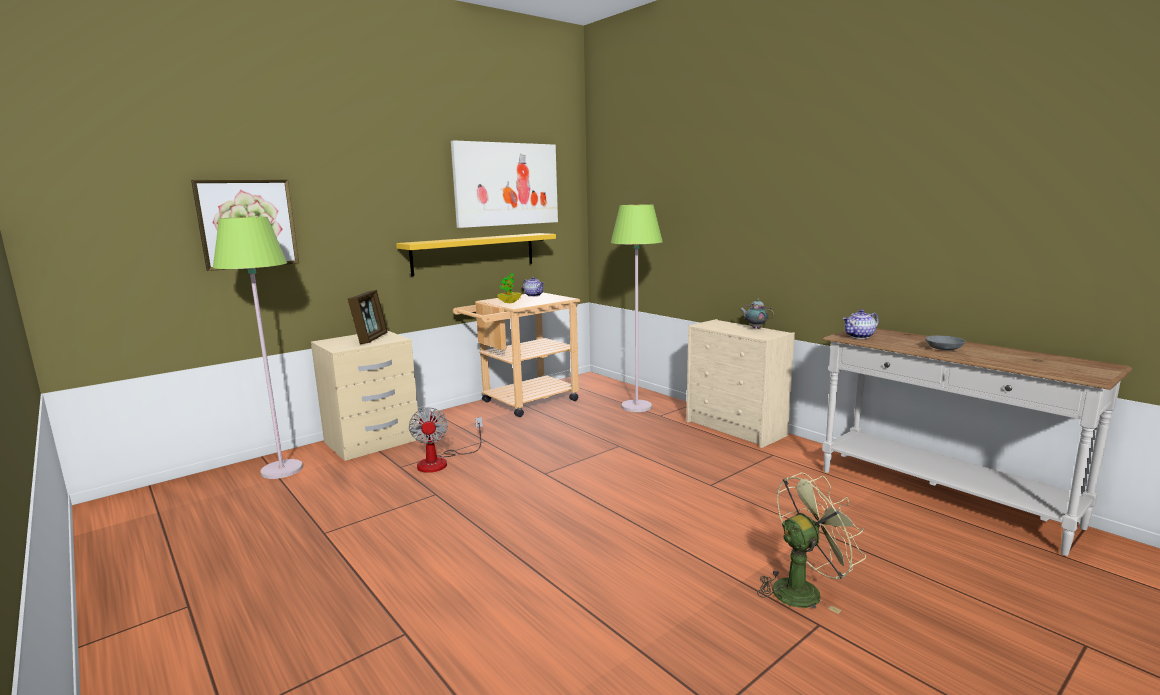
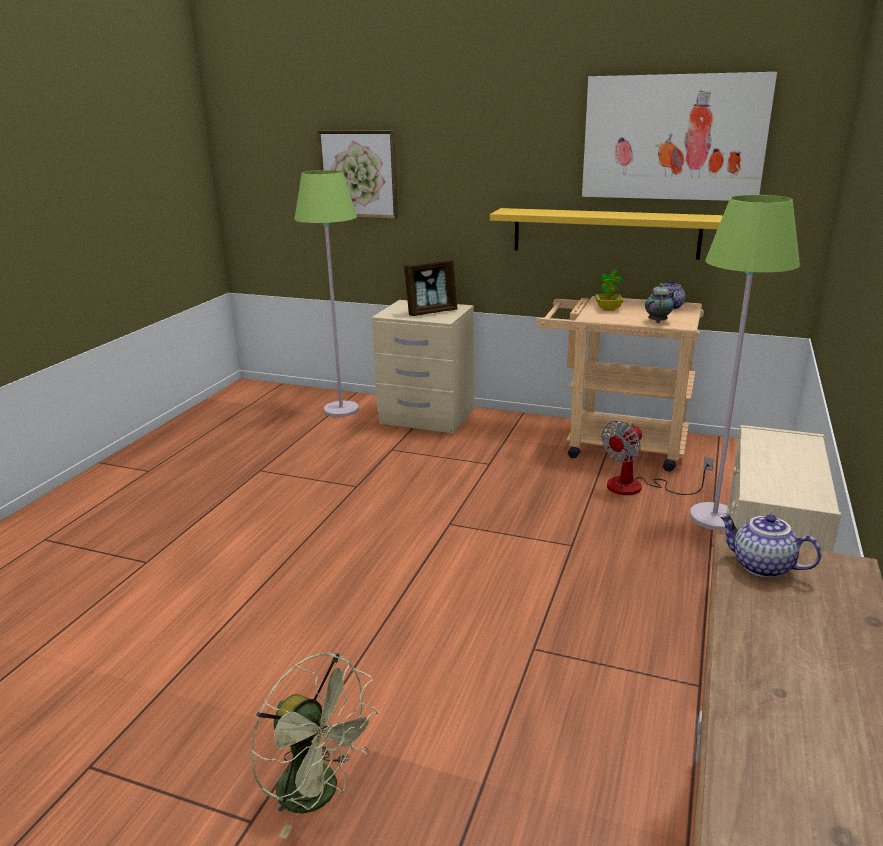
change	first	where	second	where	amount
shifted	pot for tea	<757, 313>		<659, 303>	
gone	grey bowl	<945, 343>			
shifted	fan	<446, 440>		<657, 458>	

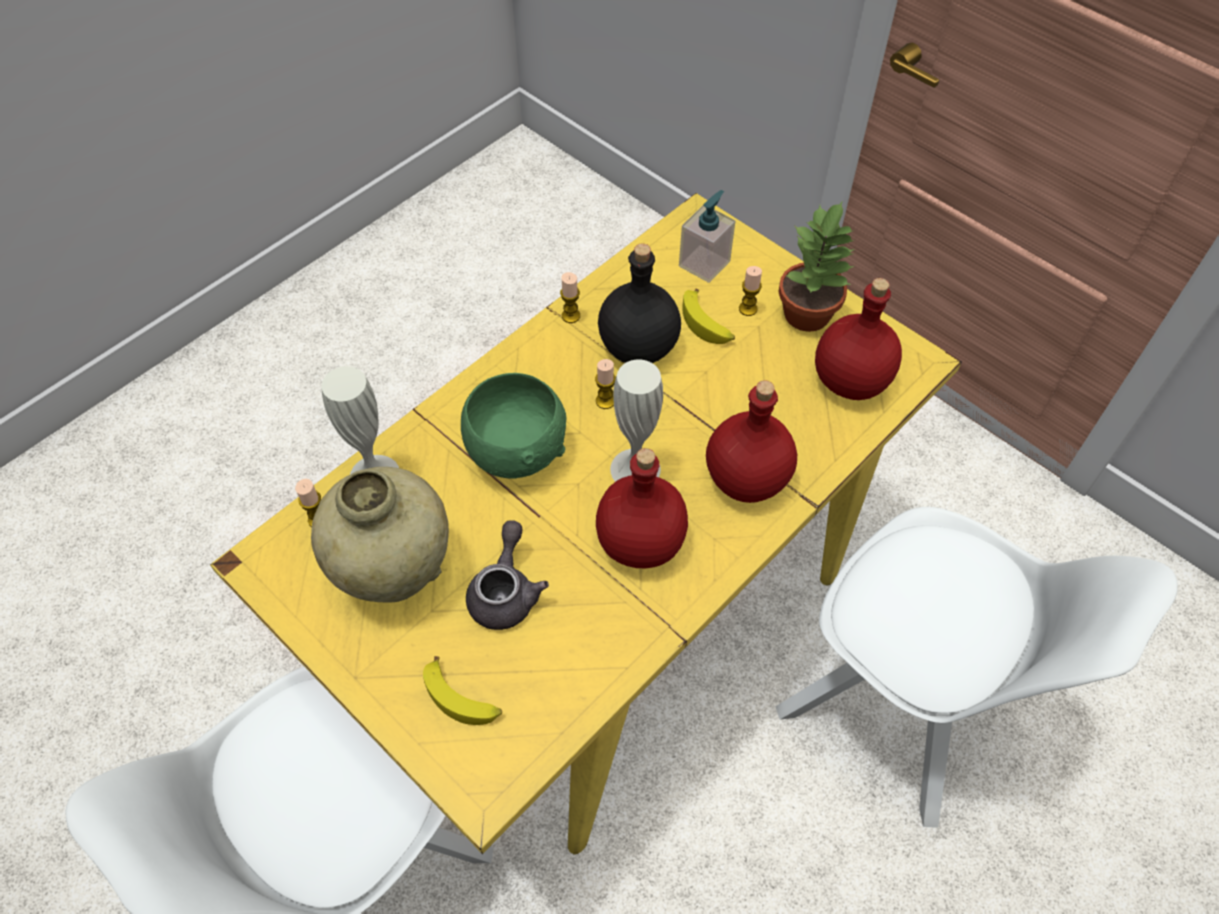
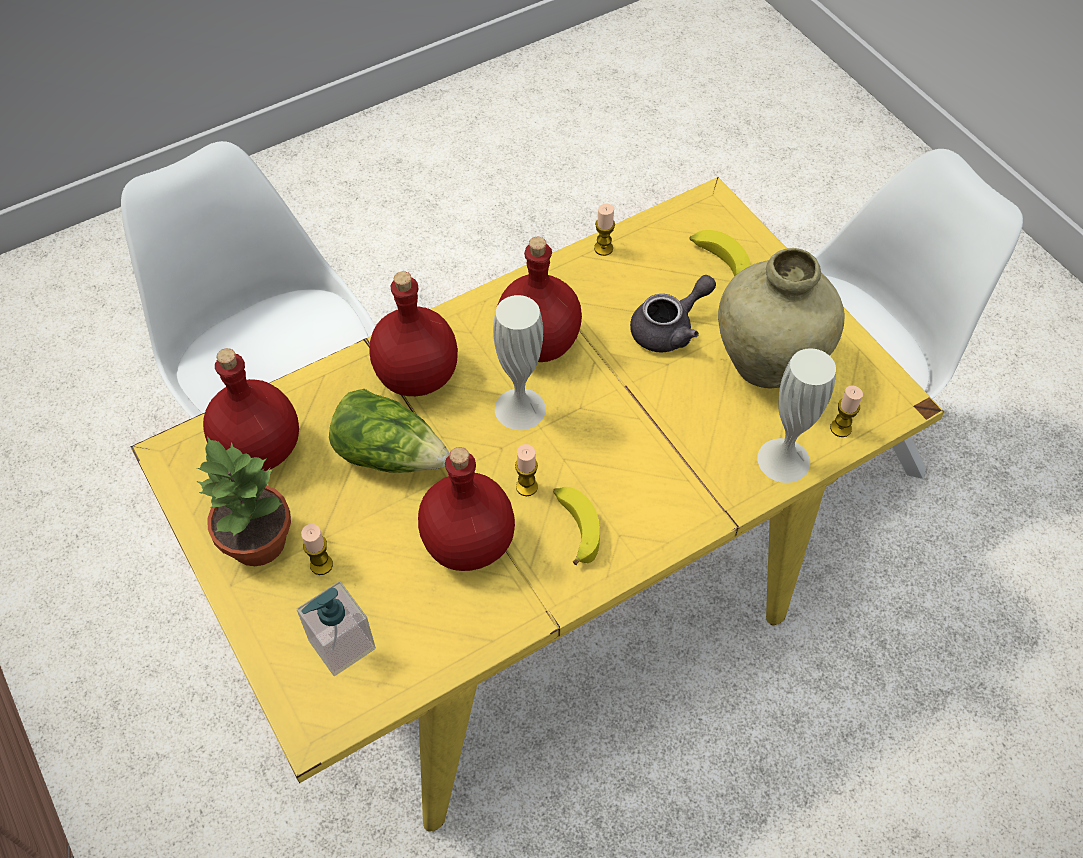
change	first	where	second	where	amount
repainted	black-coloured drink bottle	<639, 303>	reddish drink bottle	<466, 509>	
shifted	candle	<570, 297>		<604, 230>	
shifted	whole banana	<708, 316>		<576, 526>	
gone	greenish bowl	<513, 426>			
rotated	grey pot for tea	<507, 575>		<673, 313>	150 degrees counterclockwise
new			head of lettuce	<389, 431>	

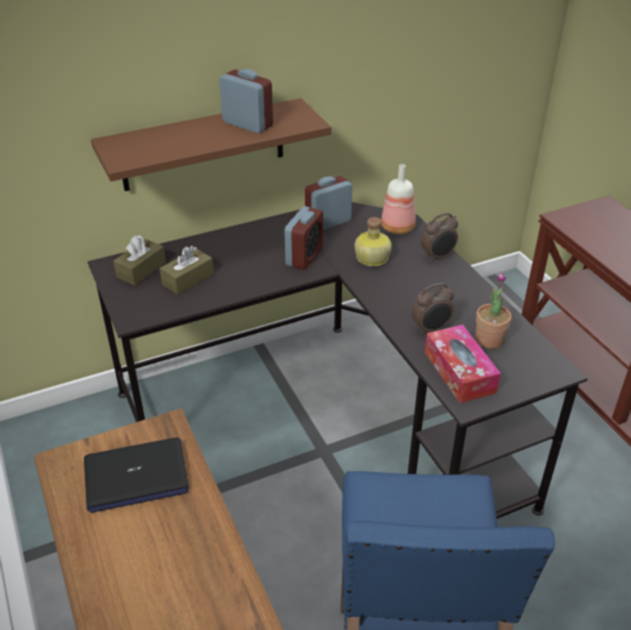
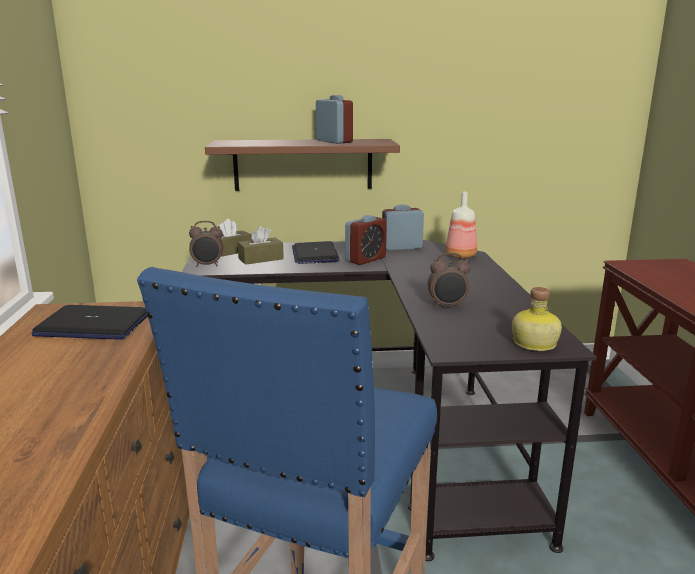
change	first	where	second	where	amount
shifted	alarm clock	<439, 237>		<206, 244>	
shifted	drink bottle	<373, 241>		<537, 319>	
gone	potted plant	<493, 310>			
gone	tissue box	<463, 363>			
new			notebook computer	<316, 252>	

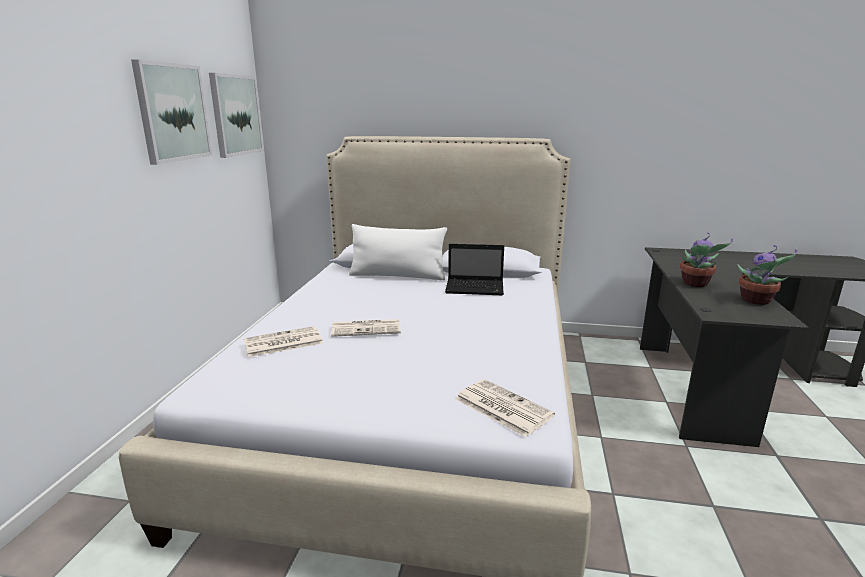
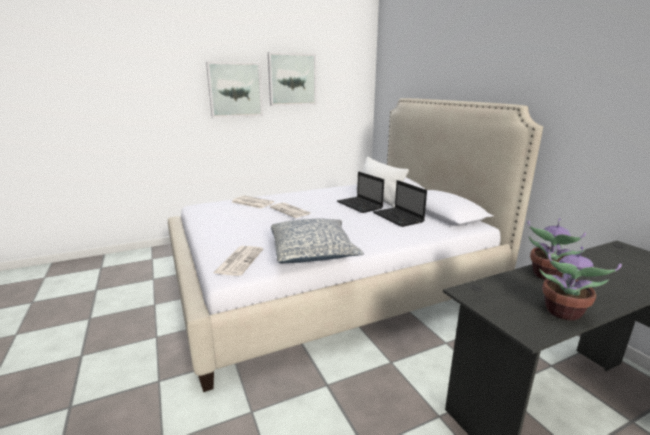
change	first	where	second	where	amount
shifted	wall art	<236, 115>		<234, 90>	
new			notebook computer	<360, 192>	
new			throw pillow	<317, 240>	

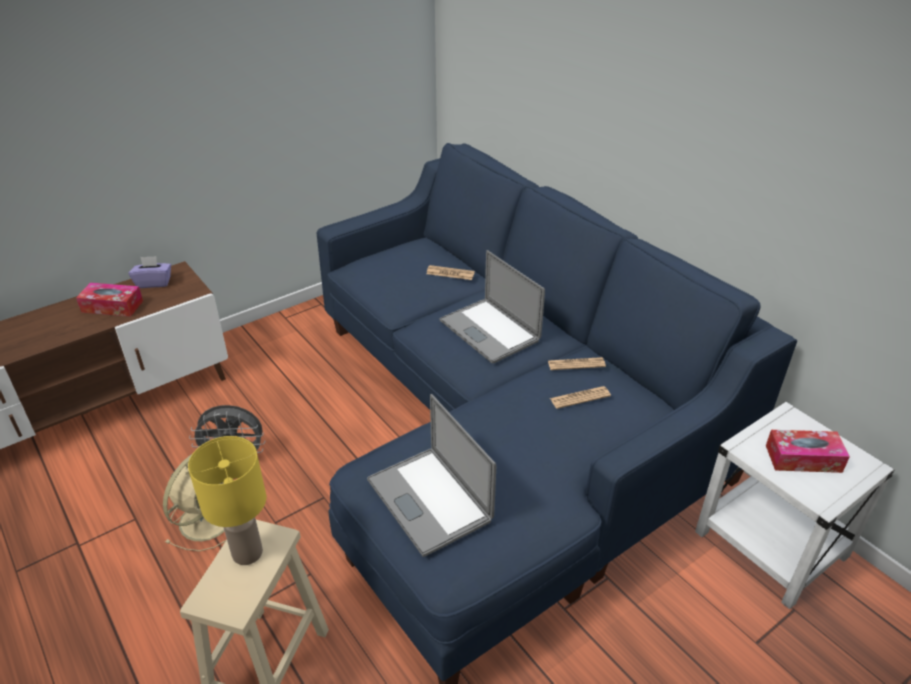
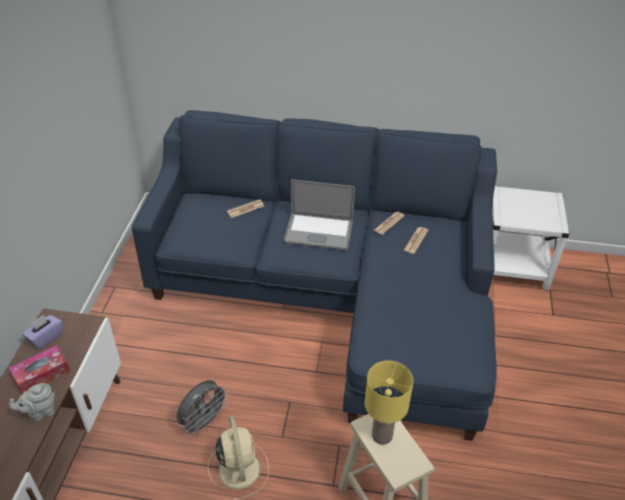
change	first	where	second	where	amount
gone	notebook computer	<431, 475>			
gone	tissue box	<808, 451>			
new			grey pot for tea	<32, 402>	

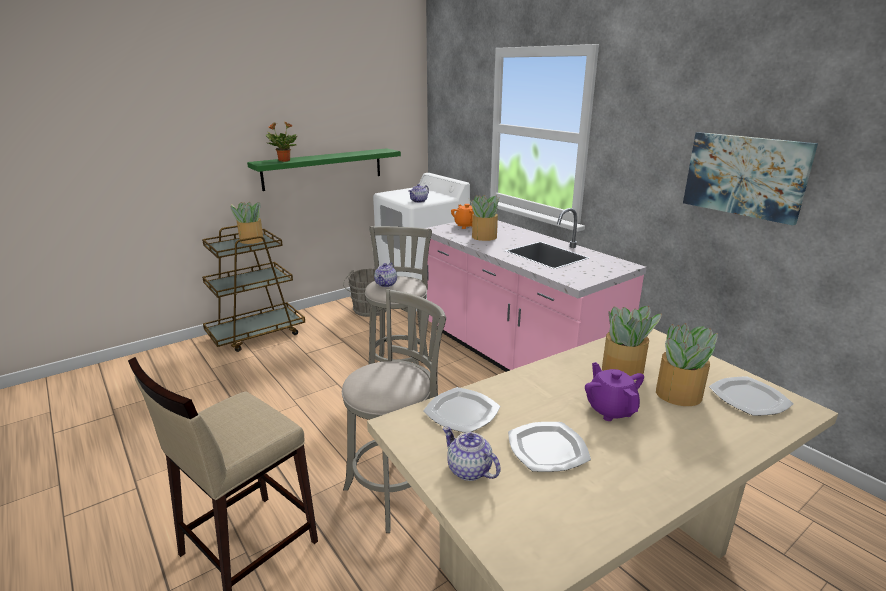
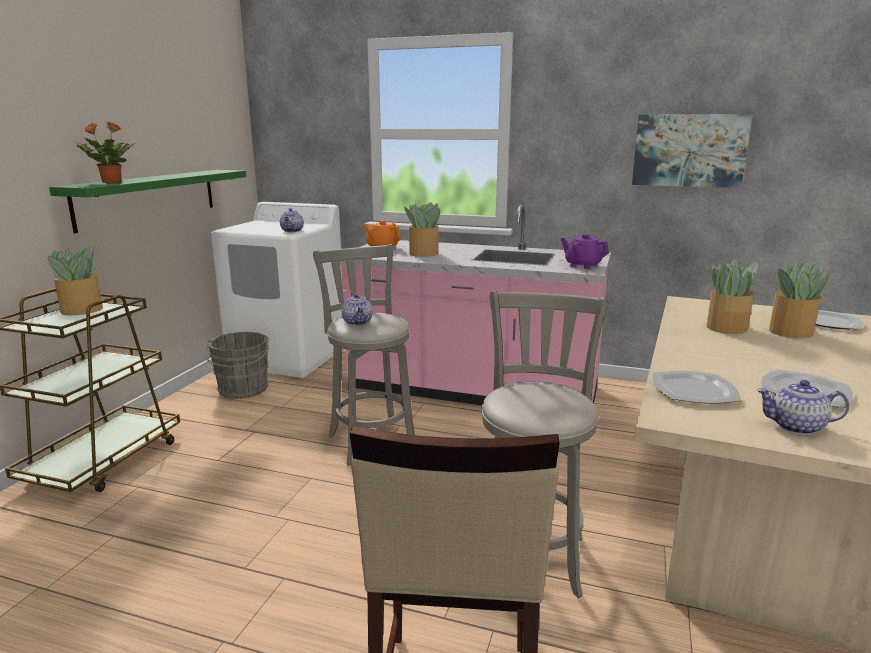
change	first	where	second	where	amount
shifted	purple-coloured pot for tea	<614, 391>		<584, 251>	

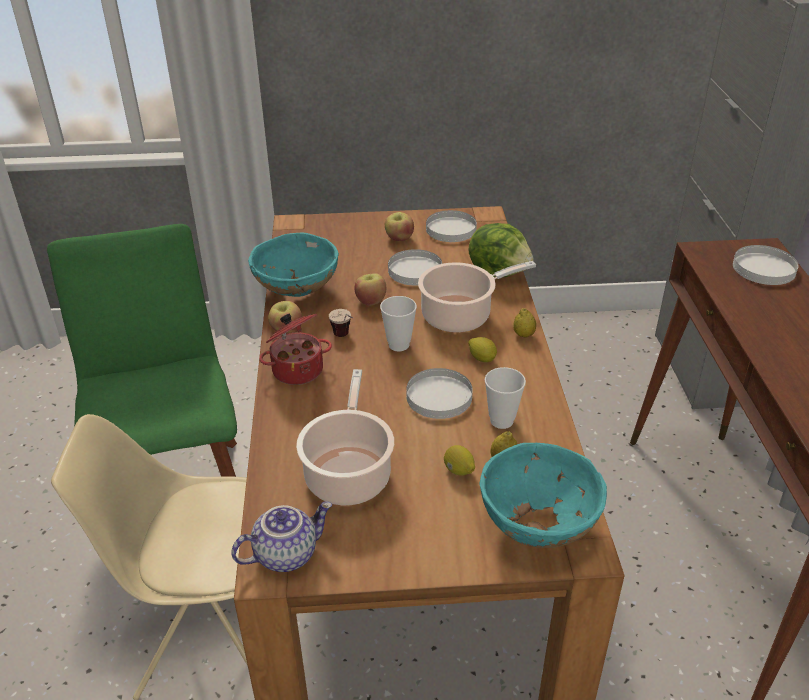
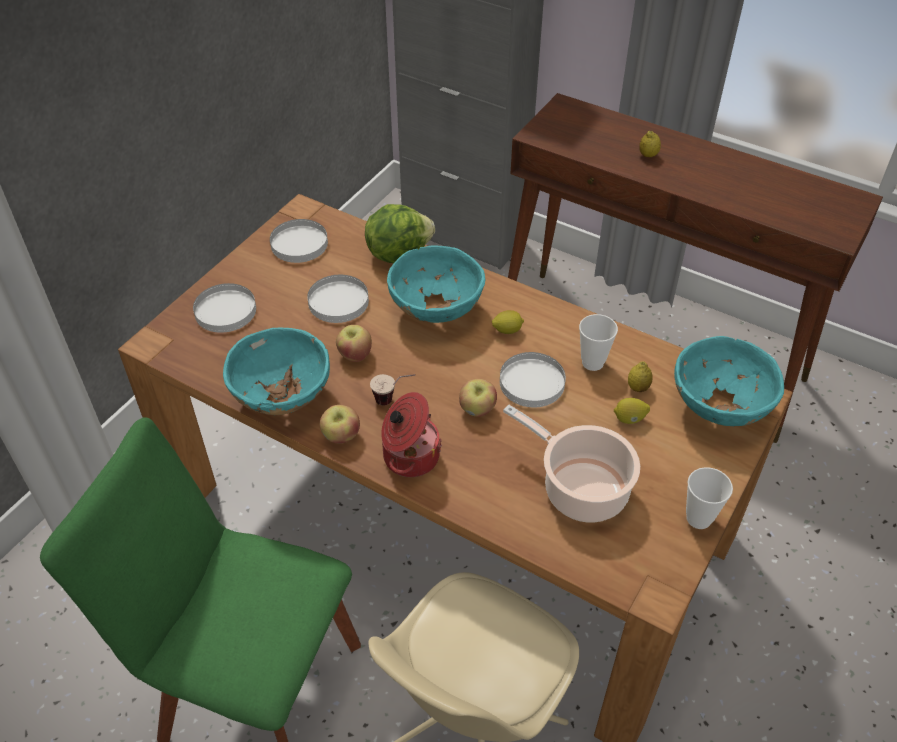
change	first	where	second	where	amount
shifted	whole apple	<399, 226>		<478, 398>	
shifted	white-coloured flat dish	<766, 265>		<224, 308>	
swapped	stockpot	<477, 297>	blue-green bowl	<436, 284>	
shifted	small cup	<398, 323>		<709, 498>	
shifted	whole lemon	<525, 323>		<650, 144>	
gone	pot for tea	<281, 536>			

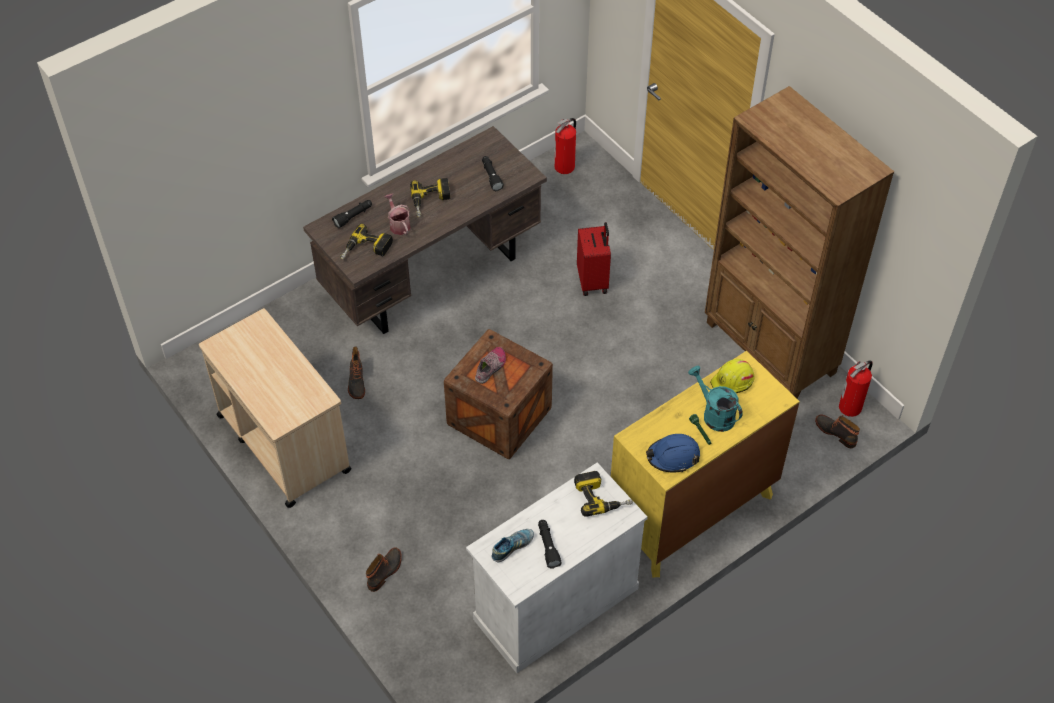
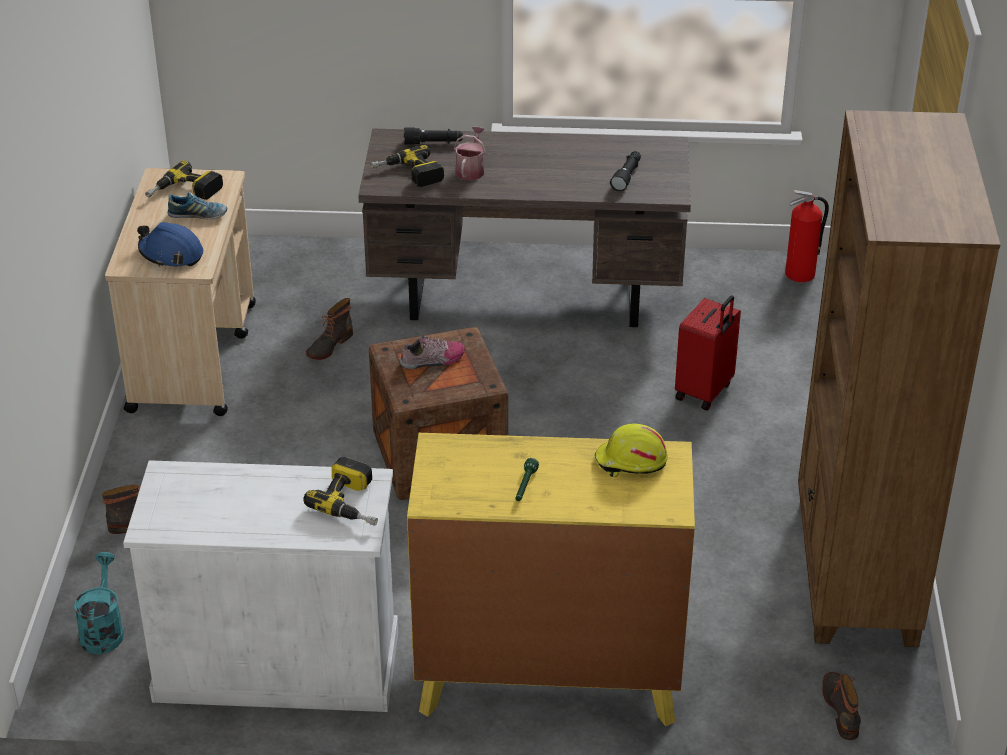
change	first	where	second	where	amount
shifted	power drill	<430, 197>		<184, 180>	
gone	fire-fighting cylinder	<856, 388>			
shifted	blue-green sprinkling can	<715, 399>		<99, 603>	
shifted	blue-coloured hard hat	<673, 453>		<170, 244>	
gone	black-coloured flashlight	<550, 544>			
shifted	item of footwear	<512, 545>		<197, 205>	

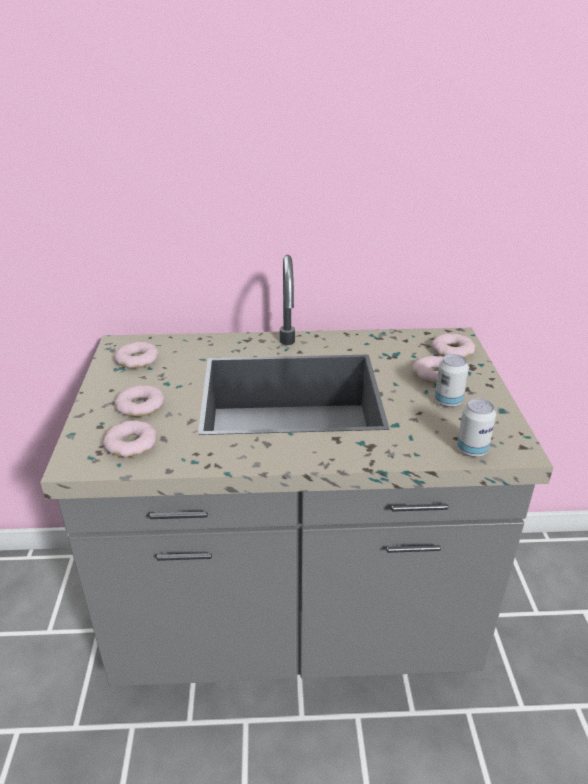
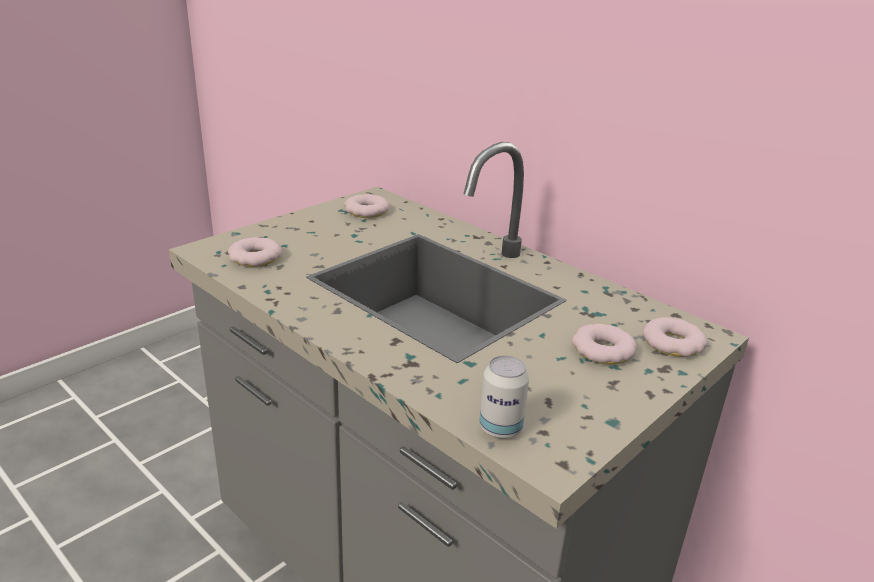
change	first	where	second	where	amount
gone	can	<452, 380>			
gone	donut	<139, 401>			

